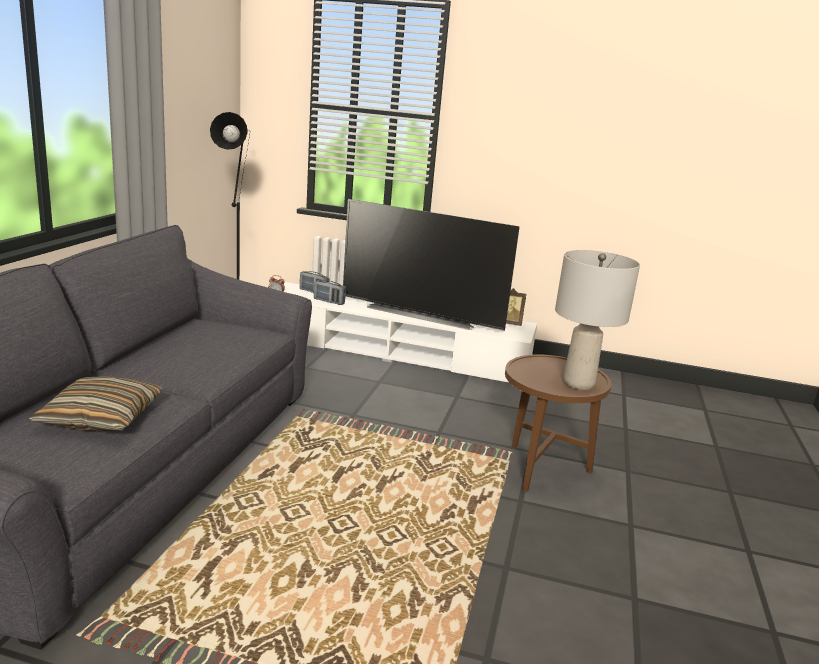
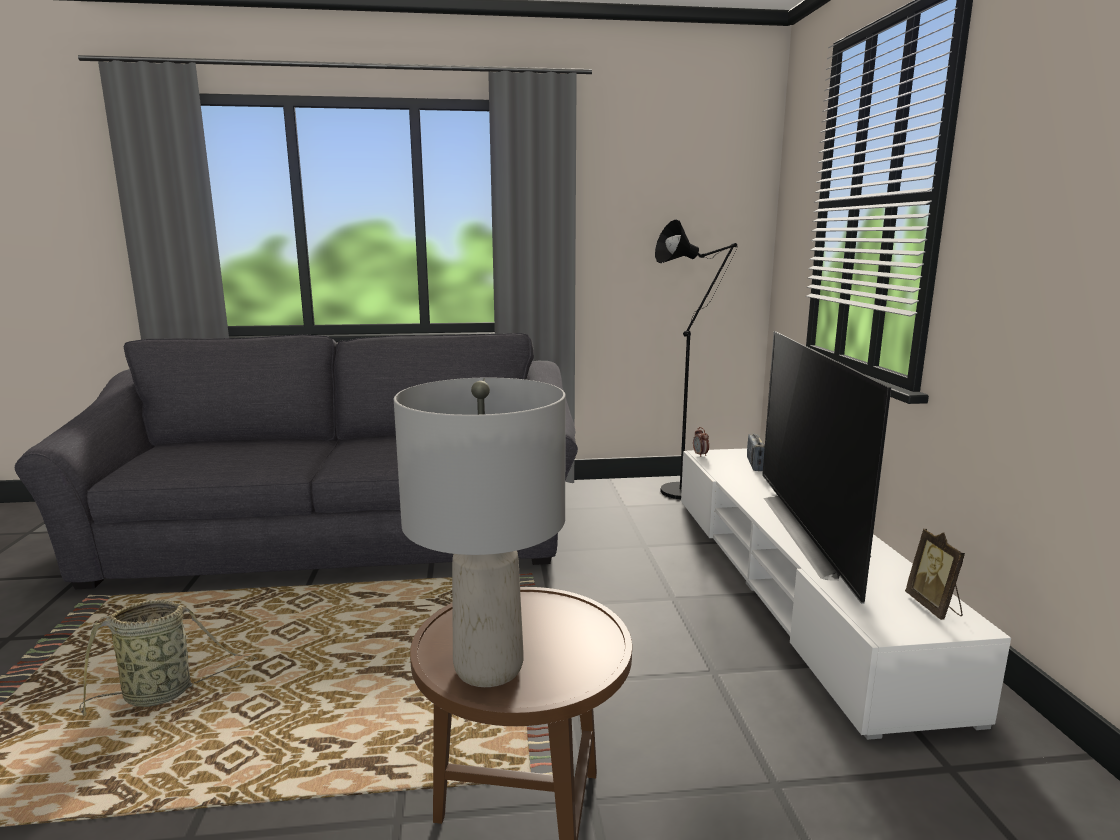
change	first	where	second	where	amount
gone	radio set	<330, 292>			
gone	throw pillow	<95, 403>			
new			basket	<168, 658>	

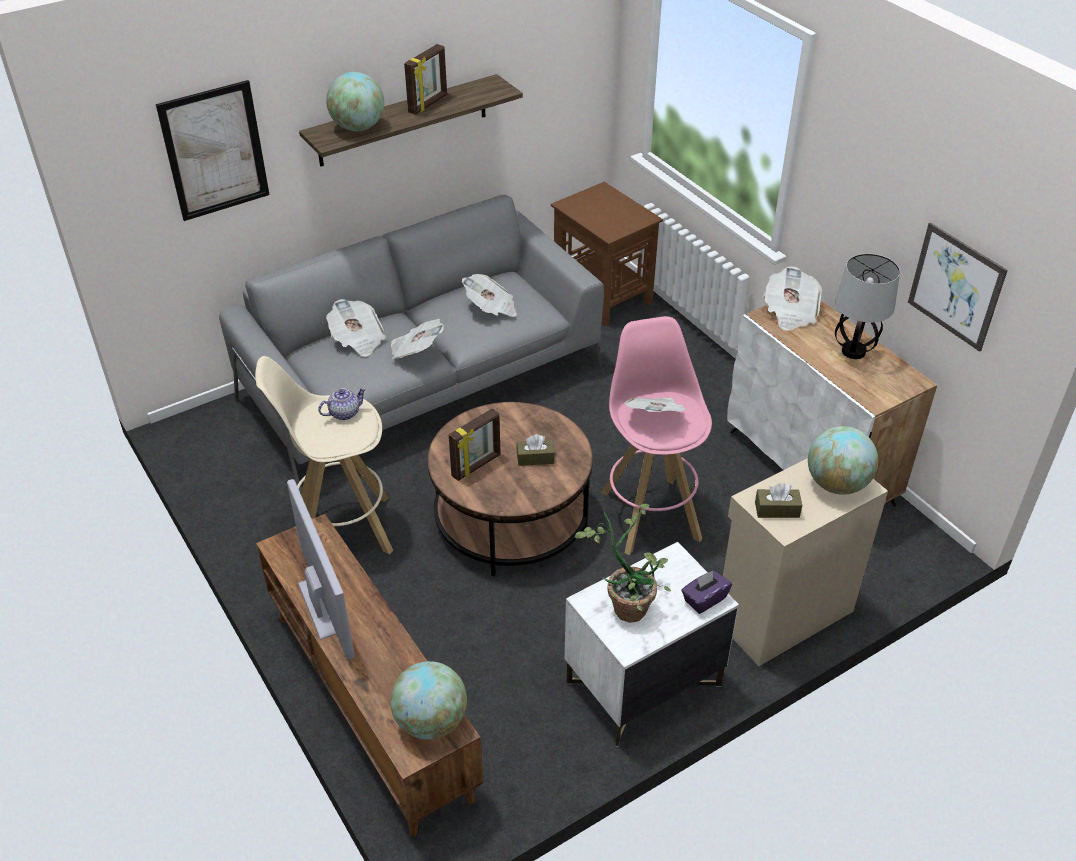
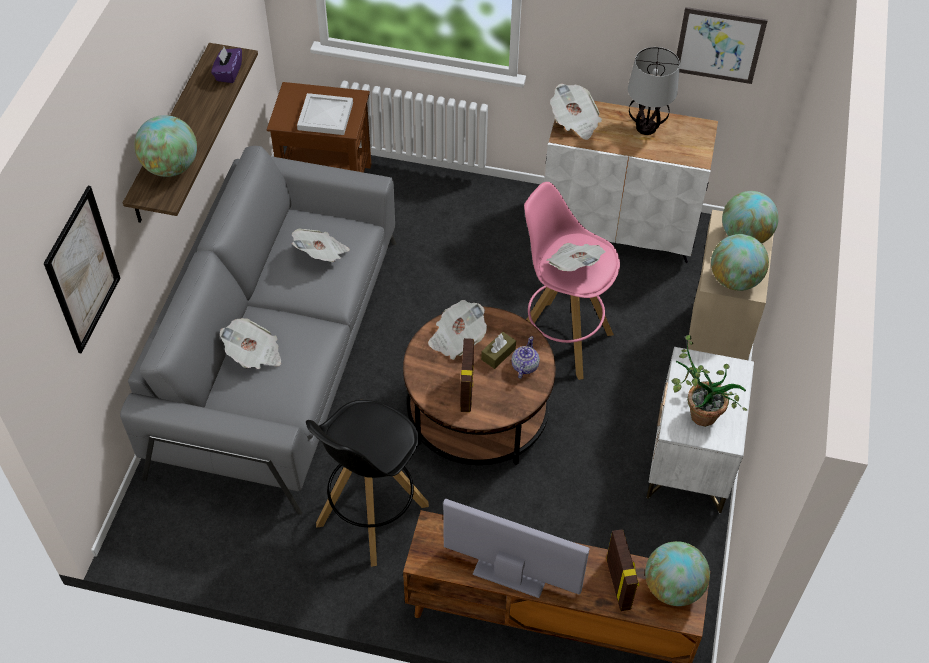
change	first	where	second	where	amount
shifted	picture frame	<425, 79>		<622, 570>	
shifted	daily paper	<417, 339>		<457, 330>	
repainted	beige sitting stool	<324, 455>	black-coloured sitting stool	<367, 483>	
shifted	pot for tea	<342, 403>		<525, 357>	
swapped	brown-coloured tissue box	<778, 500>	world globe	<740, 262>	
shifted	purple-coloured tissue box	<706, 592>		<226, 65>	
new			white-coloured serving tray	<325, 114>	

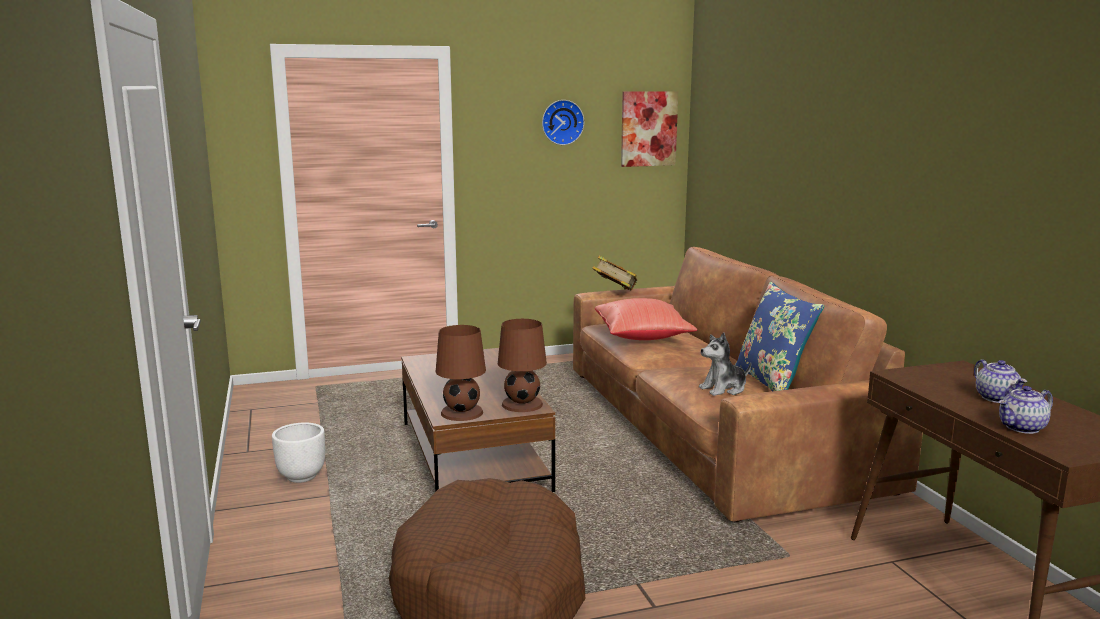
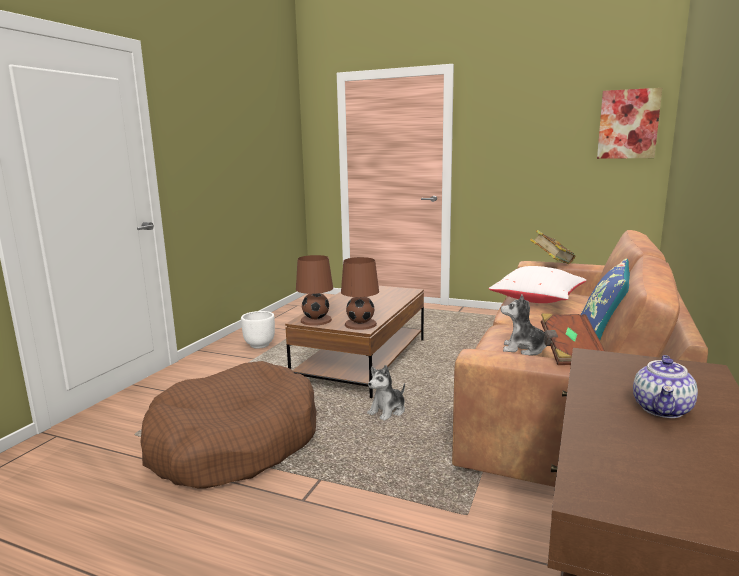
change	first	where	second	where	amount
gone	wall clock	<563, 122>			
repainted	reddish throw pillow	<646, 319>	white-coloured throw pillow	<537, 284>	
gone	pot for tea	<1025, 410>			
new			brown-coloured book	<573, 339>	
new			plush toy	<386, 393>	

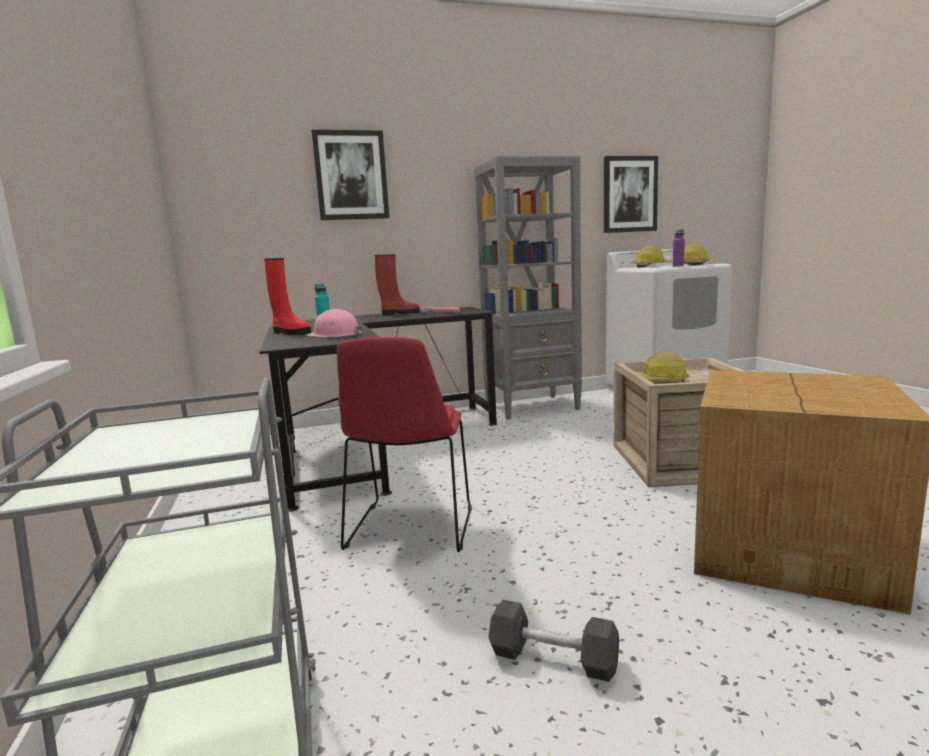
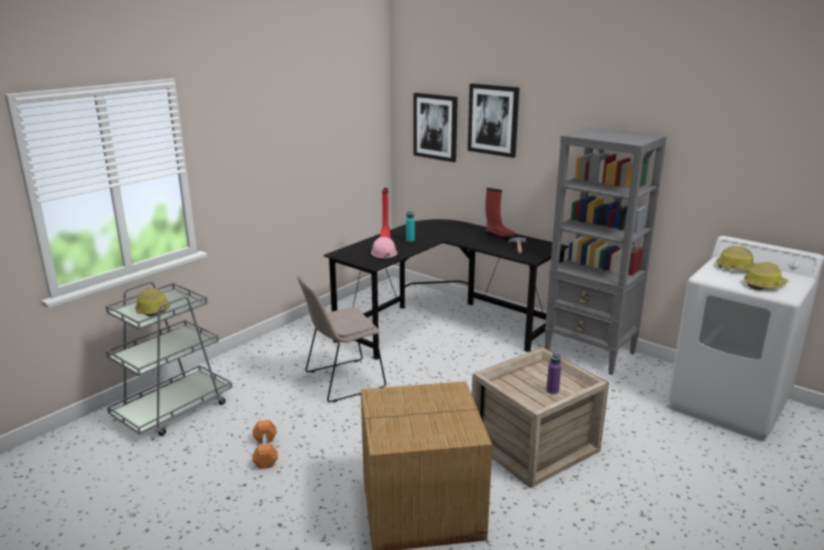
change	first	where	second	where	amount
shifted	wall art	<631, 194>		<435, 127>	
shifted	purple-coloured drink bottle	<678, 248>		<553, 373>	
repainted	reddish chair	<404, 444>	beige chair	<341, 339>	
shifted	hard hat	<663, 367>		<153, 302>	
repainted	grey dumbbell	<554, 641>	orange-coloured dumbbell	<265, 444>	

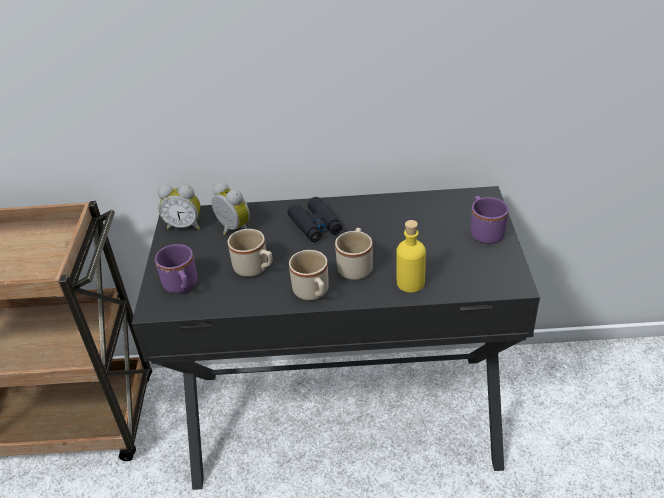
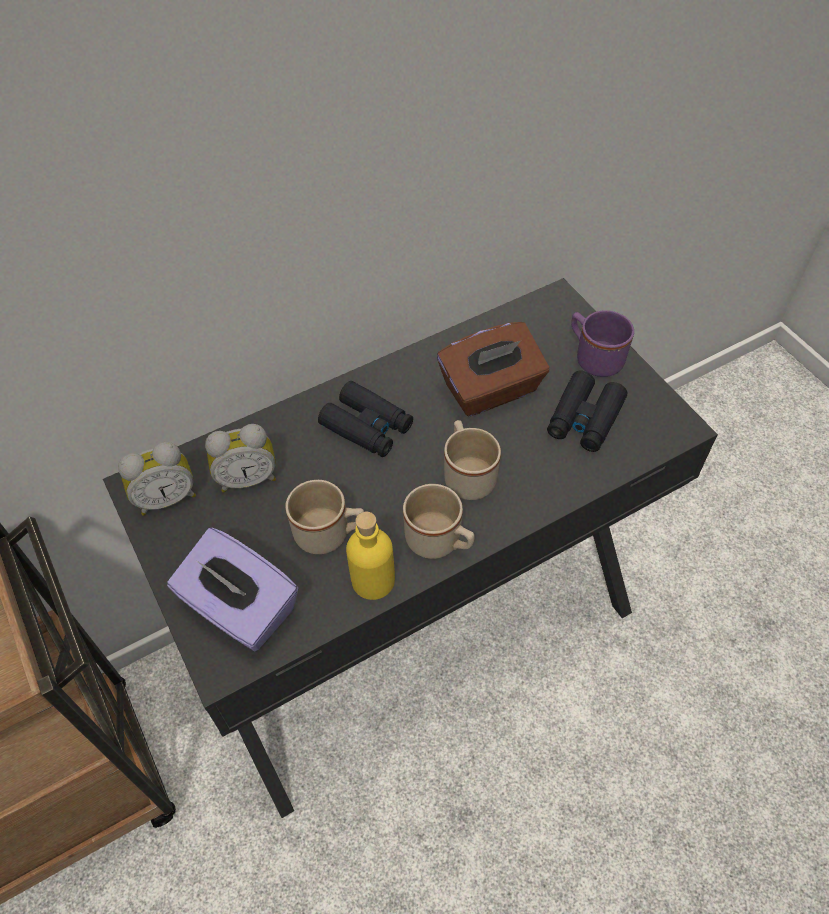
change	first	where	second	where	amount
rotated	alarm clock	<231, 208>		<240, 458>	150 degrees clockwise
shifted	yellowish drink bottle	<411, 256>		<370, 556>	
swapped	purple-coloured coffee mug	<176, 268>	purple-coloured tissue box	<232, 589>	
new			brown-coloured tissue box	<493, 369>	
new			black-coloured pair of binoculars	<587, 411>	

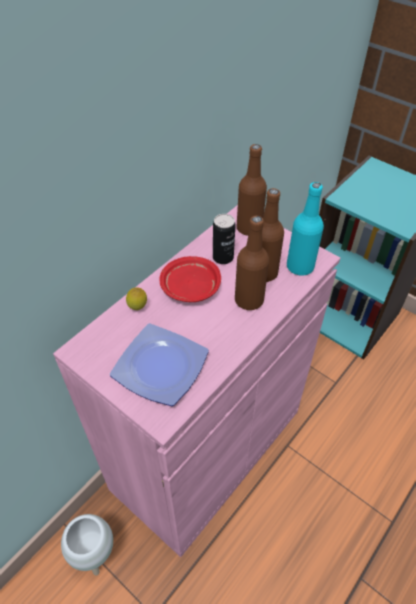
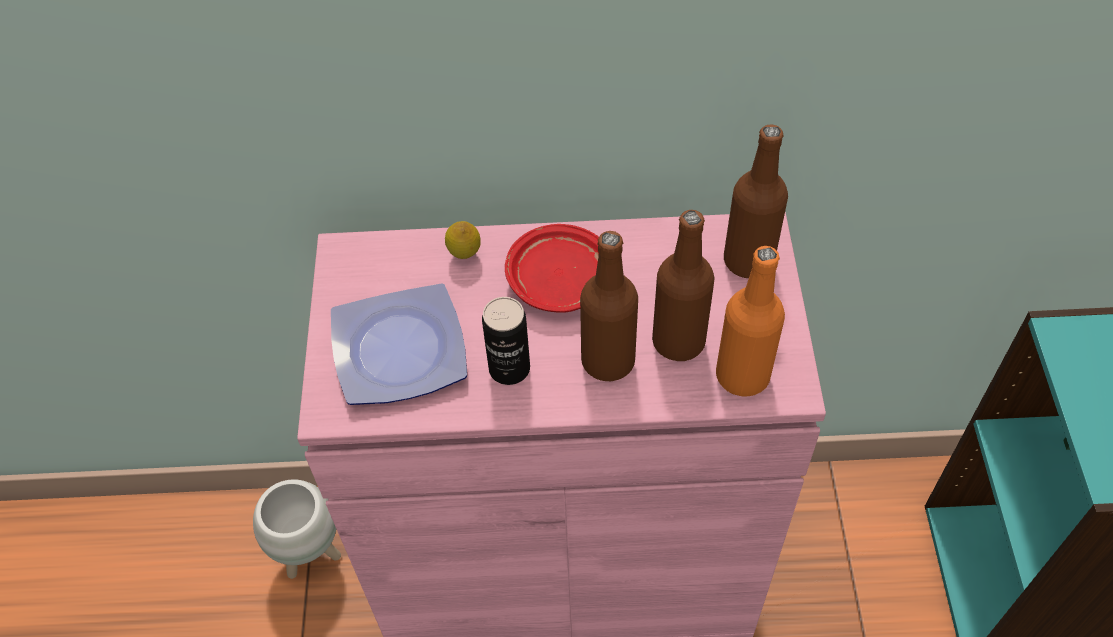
change	first	where	second	where	amount
repainted	blue-green drink bottle	<305, 229>	orange-coloured drink bottle	<750, 321>	
shifted	can	<224, 239>		<506, 341>	

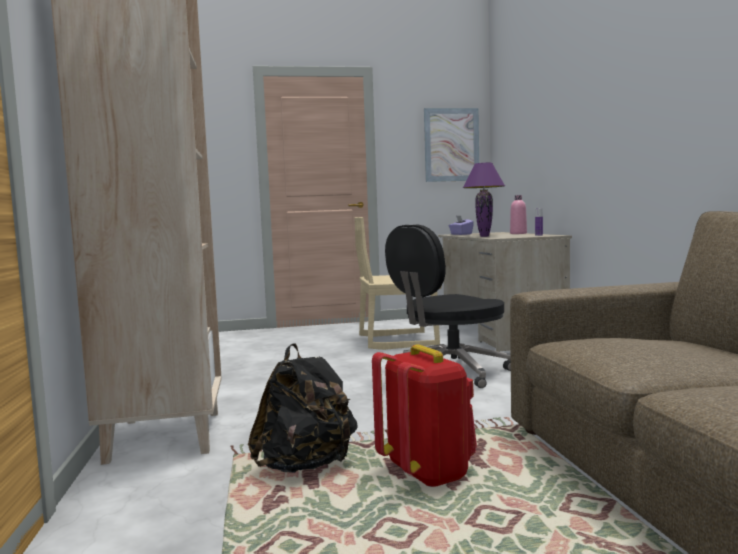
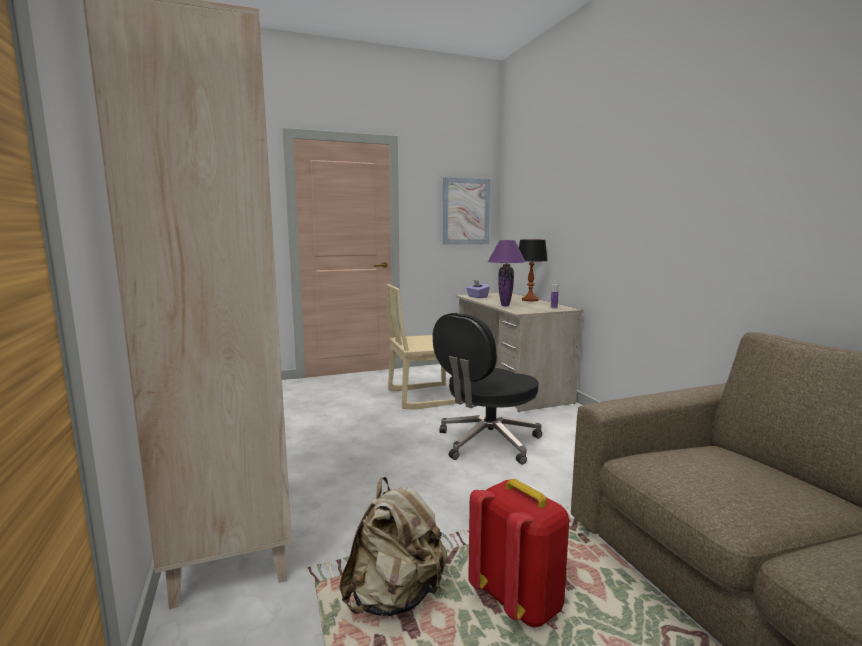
change	first	where	second	where	amount
swapped	pinkish drink bottle	<518, 214>	table lamp	<533, 270>	
repainted	black-coloured rucksack	<303, 408>	beige rucksack	<393, 546>	

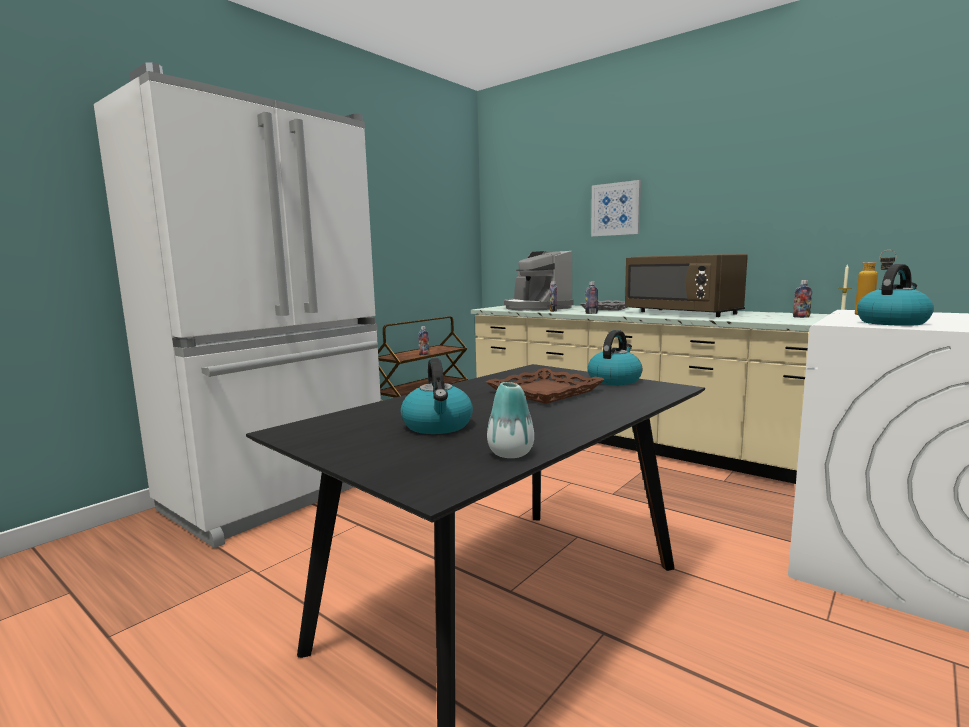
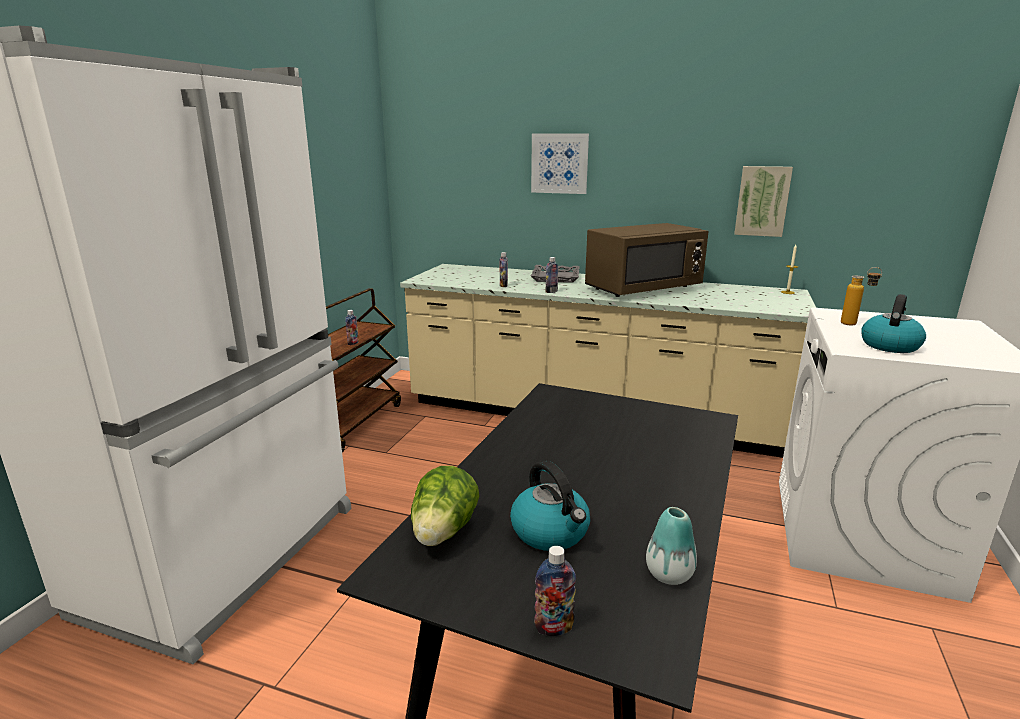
change	first	where	second	where	amount
gone	coffee machine	<538, 281>			
rotated	brown-coloured kitchen microwave	<686, 285>		<647, 260>	60 degrees counterclockwise
shifted	drink bottle	<802, 299>		<555, 591>	
gone	kettle	<615, 357>			
gone	brown-coloured serving tray	<545, 386>			
new			wall art	<763, 201>	
new			head of lettuce	<445, 506>	

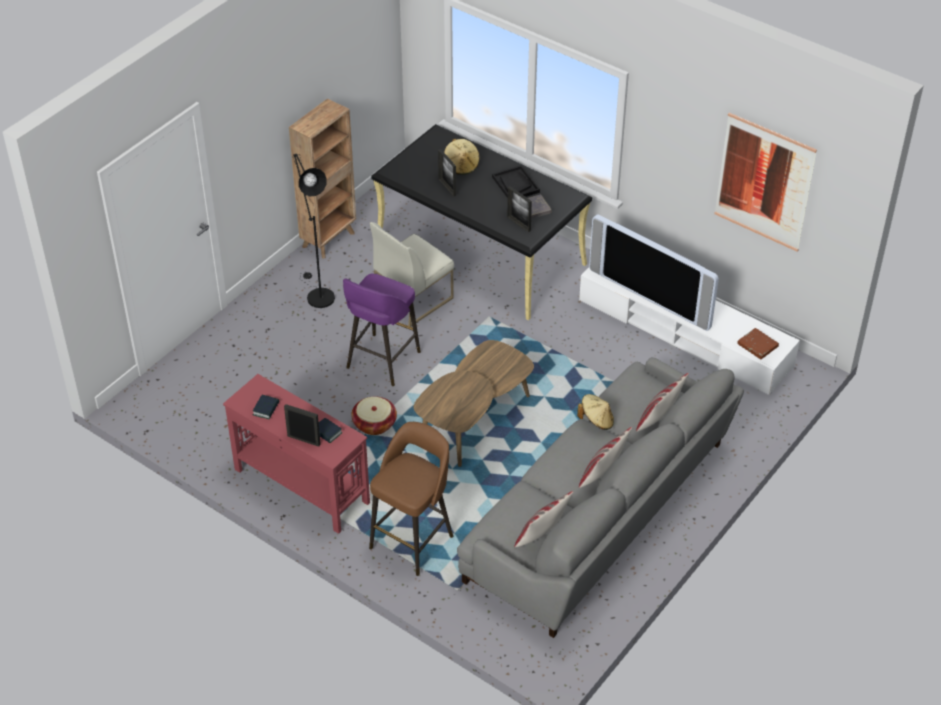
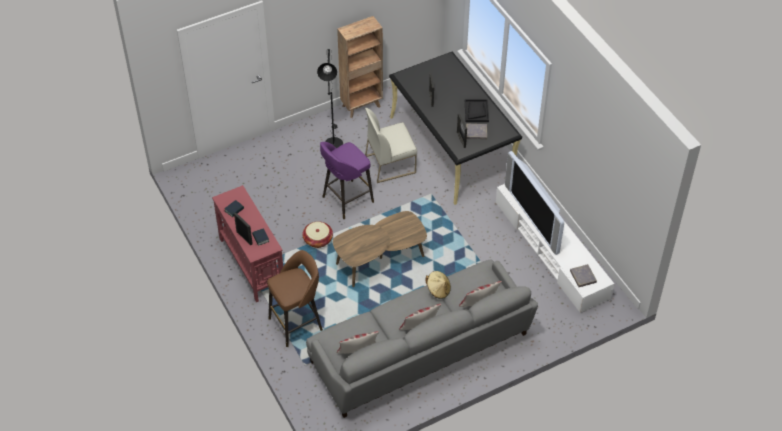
change	first	where	second	where	amount
gone	wall art	<765, 182>			
gone	beige wearable hat	<462, 157>			
repainted	brown-coloured book	<758, 343>	grey book	<583, 275>	

